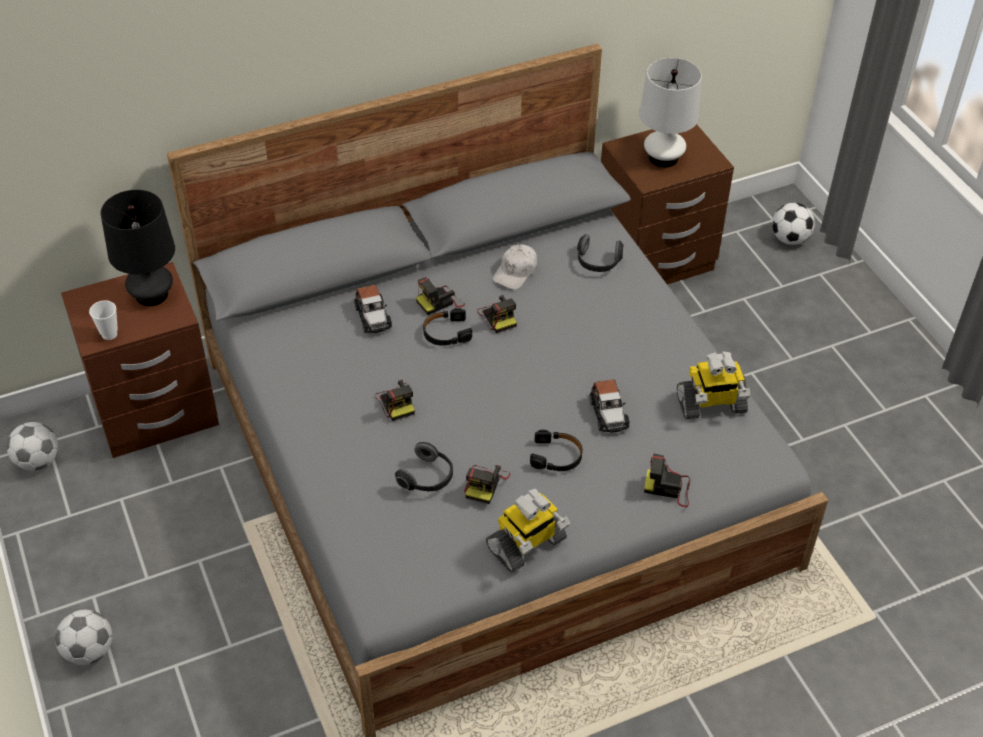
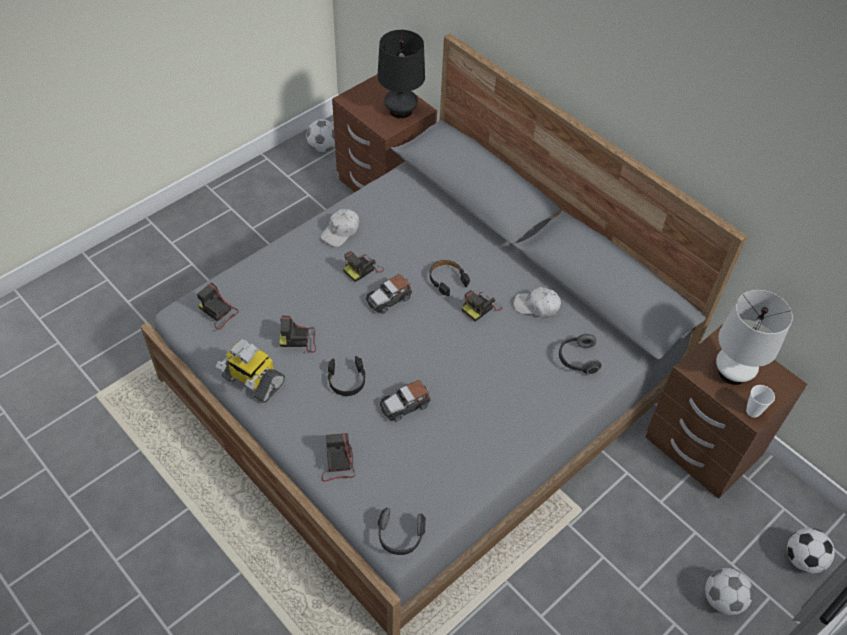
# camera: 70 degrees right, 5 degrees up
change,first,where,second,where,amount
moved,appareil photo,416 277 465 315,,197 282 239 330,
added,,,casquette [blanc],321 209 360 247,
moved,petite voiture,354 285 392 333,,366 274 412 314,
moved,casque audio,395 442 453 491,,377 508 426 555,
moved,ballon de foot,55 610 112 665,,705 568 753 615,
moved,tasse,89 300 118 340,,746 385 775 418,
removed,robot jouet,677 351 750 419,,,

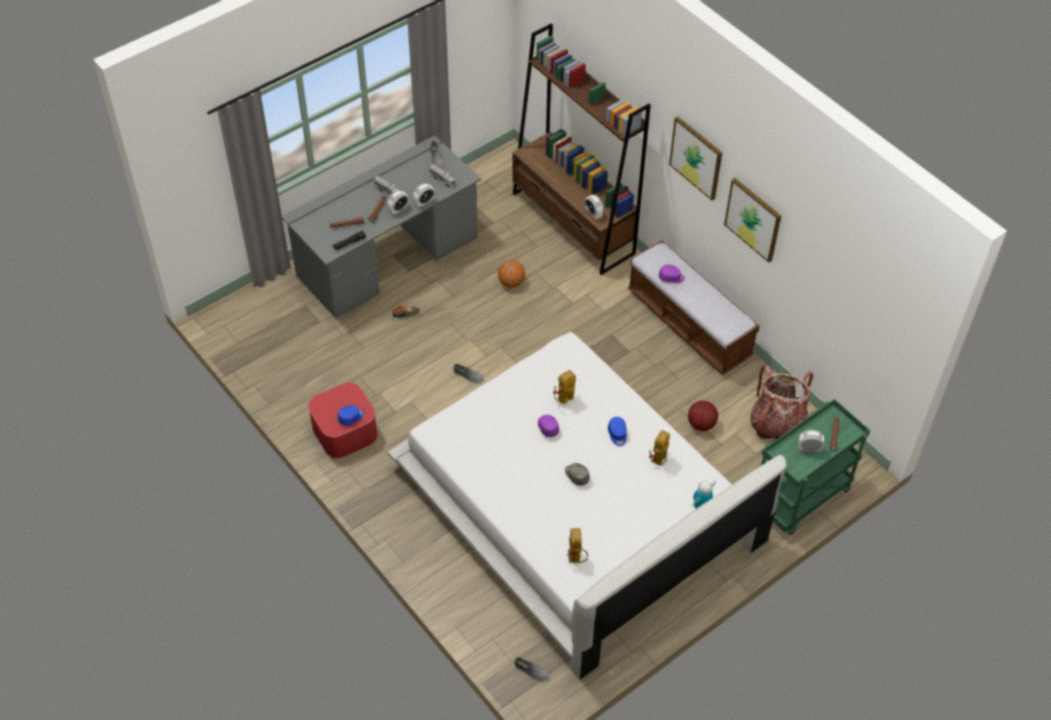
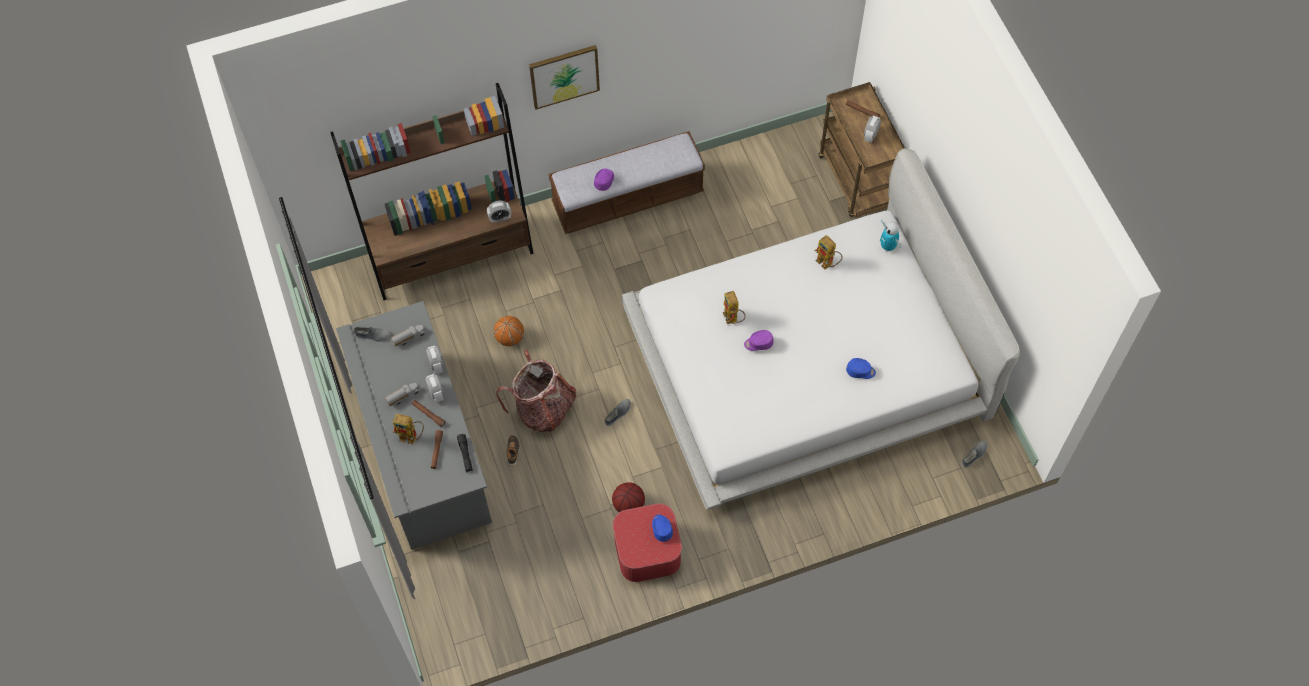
# camera: 70 degrees left, 10 degrees up
change,first,where,second,where,amount
moved,robot jouet,567 528 588 563,,393 414 424 444,
moved,sac à dos,750 366 813 439,,496 350 576 432,
moved,ballon de basket,688 401 718 431,,612 482 645 512,
recoloured,chariot [vert],761 399 870 535,chariot [marron],819 82 905 217,
moved,casquette [bleu],608 417 627 446,,846 358 876 379,
removed,casquette [gris],565 463 590 486,,,
removed,tableau,724 178 781 263,,,

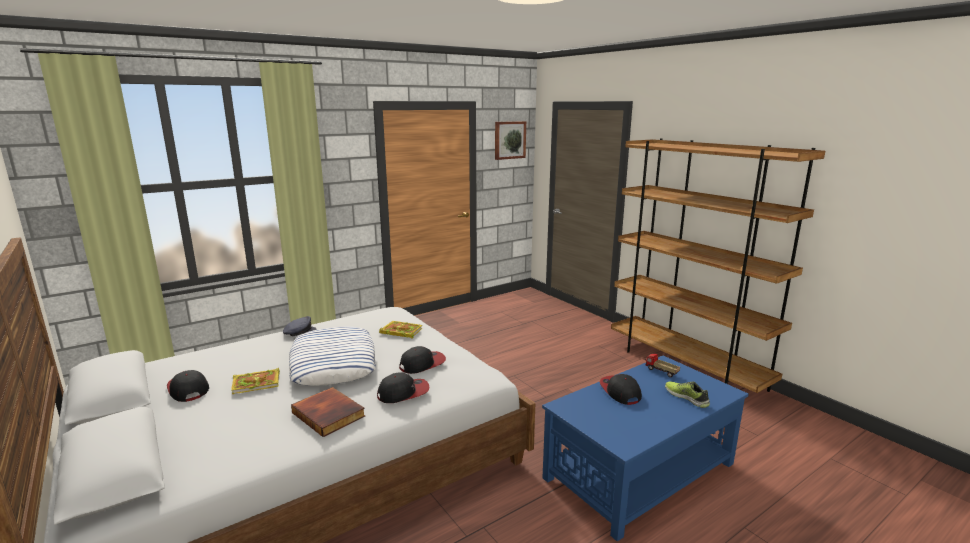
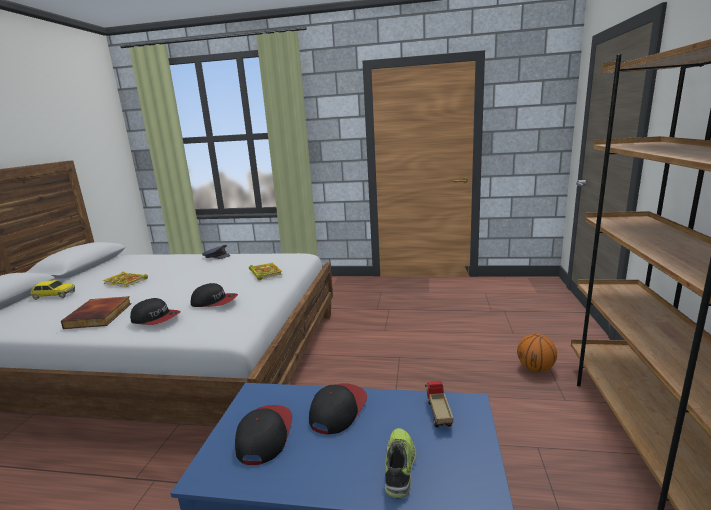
# camera: 45 degrees right, 0 degrees up
change,first,where,second,where,amount
added,,,petite voiture,30 280 75 300,
moved,casquette,167 370 209 402,,235 405 292 465,
added,,,ballon de basket,517 334 557 372,
removed,coussin,289 327 376 386,,,
removed,tableau,495 121 526 160,,,

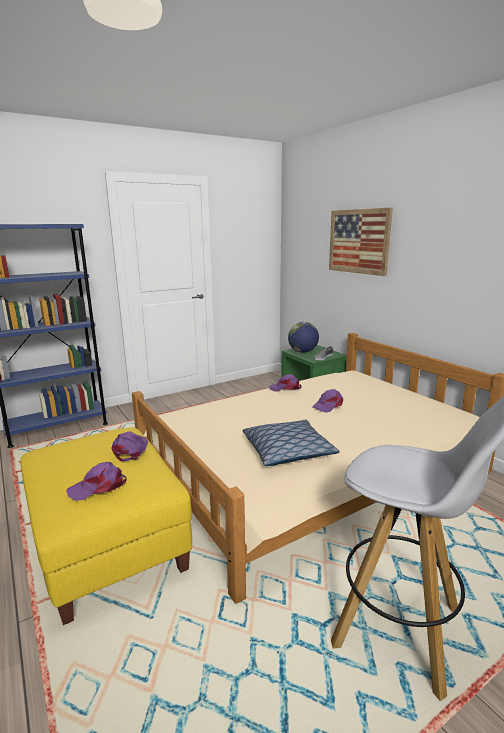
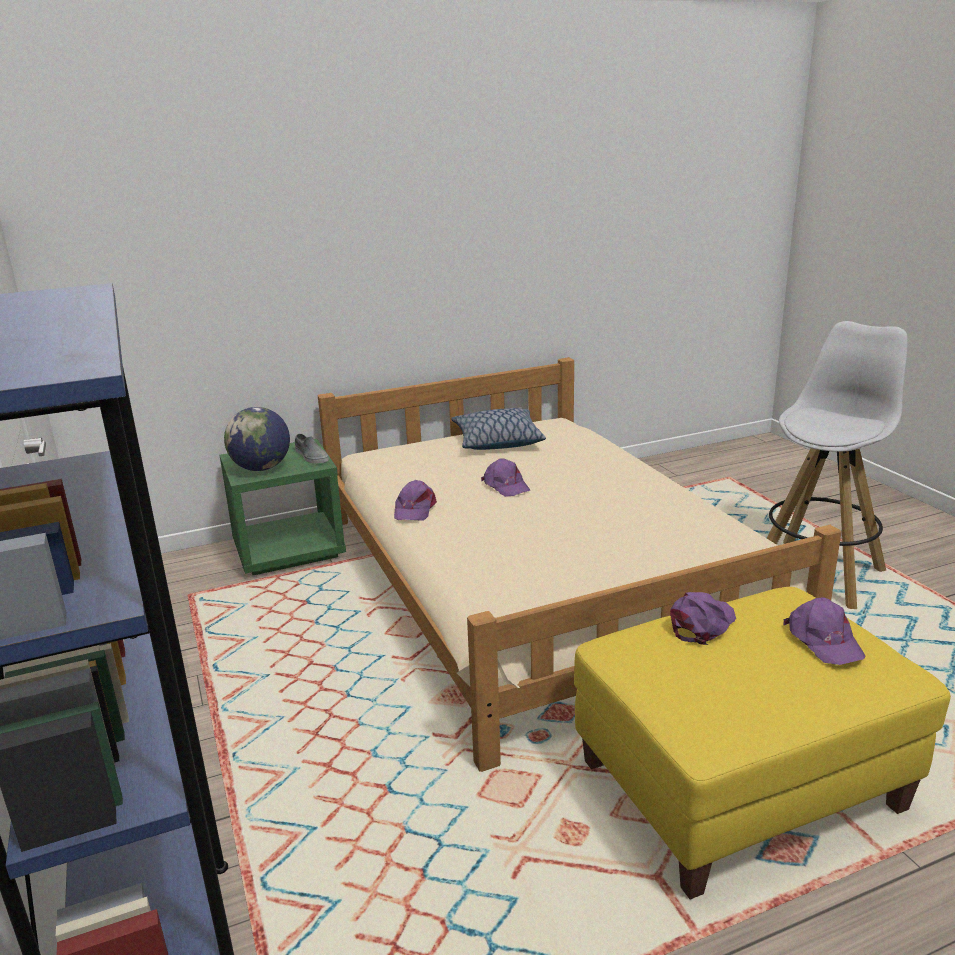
# camera: 80 degrees left, 5 degrees up
change,first,where,second,where,amount
moved,coussin,242 420 340 466,,451 408 546 450,
turned,casquette [violet],112 431 148 461,,670 592 736 645,120 degrees clockwise
removed,tableau,329 208 393 276,,,

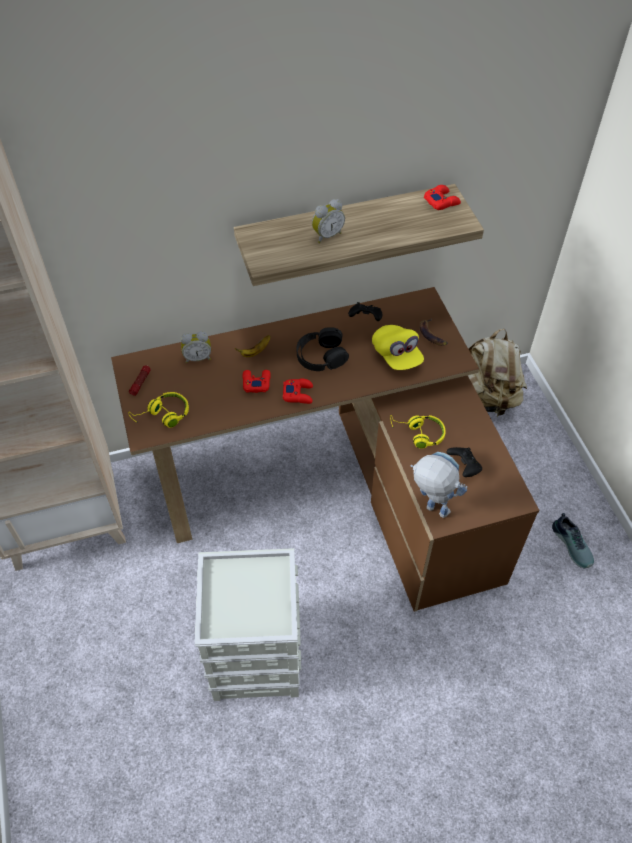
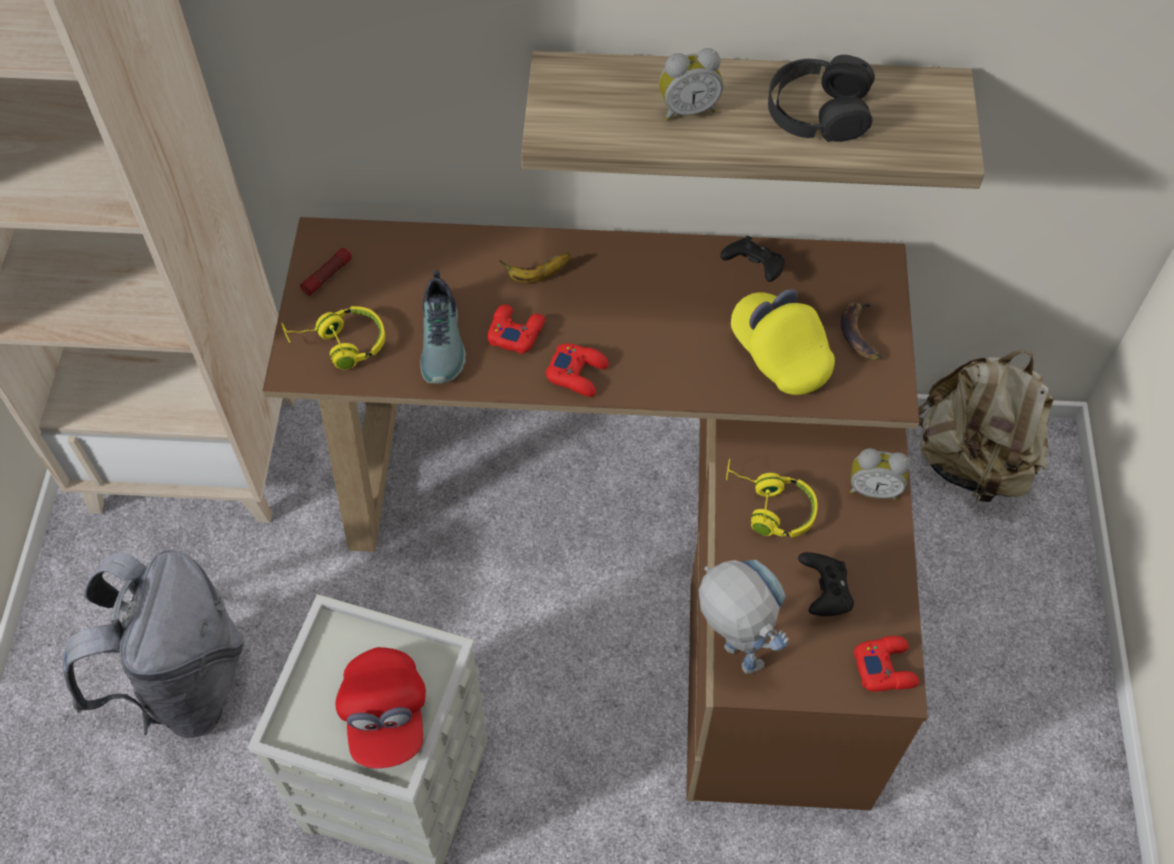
# camera: 20 degrees right, 5 degrees up
change,first,where,second,where,amount
added,,,sac à dos [gris],63 550 244 738,
added,,,casquette [rouge],336 647 426 769,
moved,chaussure,552 513 594 568,,420 270 466 384,
turned,casquette [jaune],372 325 424 370,,731 289 835 395,150 degrees clockwise
moved,casque audio [noir],296 327 349 371,,768 55 875 142,
moved,réveil,181 331 211 363,,850 448 910 500,
moved,manette [rouge],424 185 461 210,,853 636 919 692,

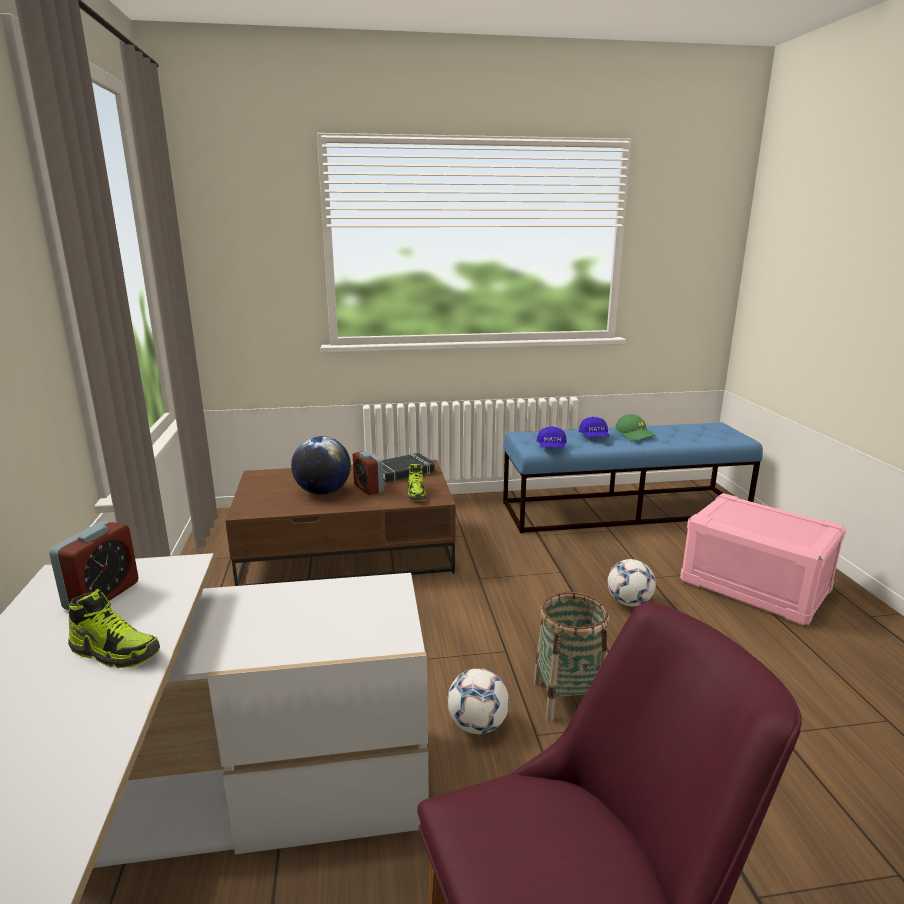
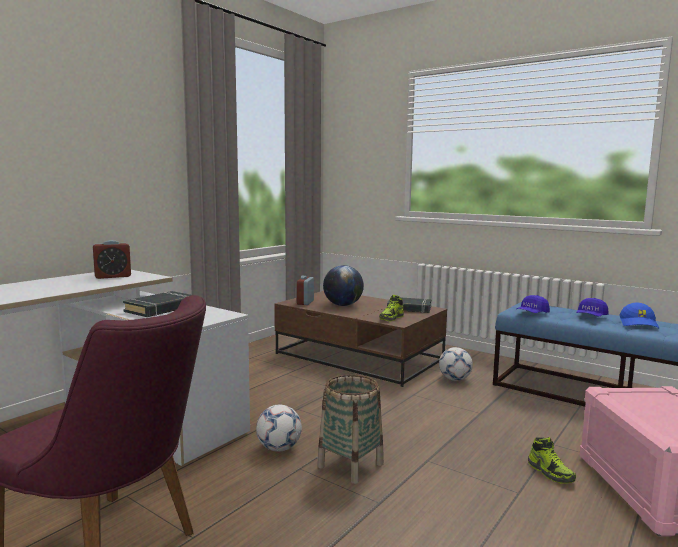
# camera: 45 degrees right, 10 degrees down
change,first,where,second,where,amount
added,,,livre [noir],123 291 191 317,
moved,réveil,353 450 384 495,,297 276 314 305,
moved,ballon de foot,608 559 656 607,,439 347 473 381,
moved,chaussure,68 589 160 668,,528 437 576 484,
recoloured,casquette [vert],615 414 656 441,casquette [bleu],620 303 660 329,

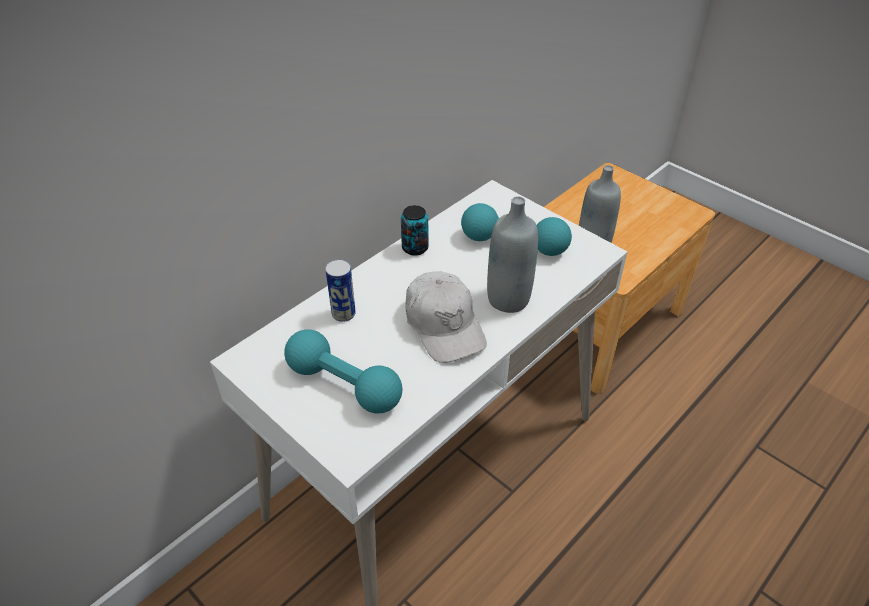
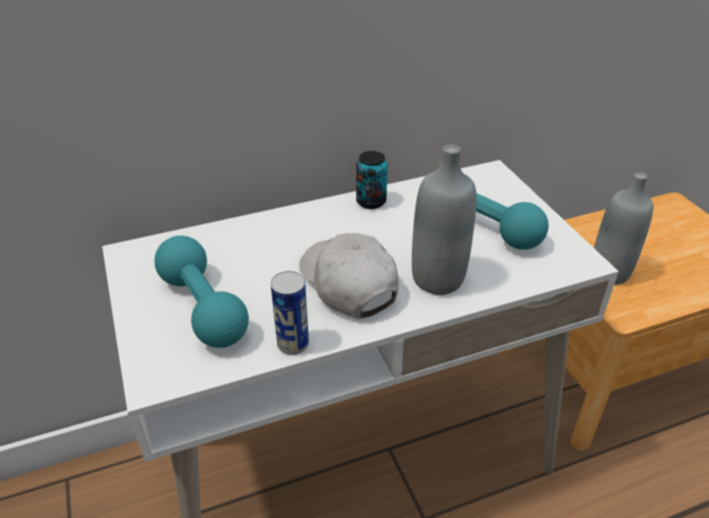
# camera: 25 degrees right, 5 degrees down
change,first,where,second,where,amount
moved,boîte métallique,325 259 356 322,,271 271 309 355,
turned,casquette [blanc],405 271 487 363,,299 233 399 319,150 degrees clockwise

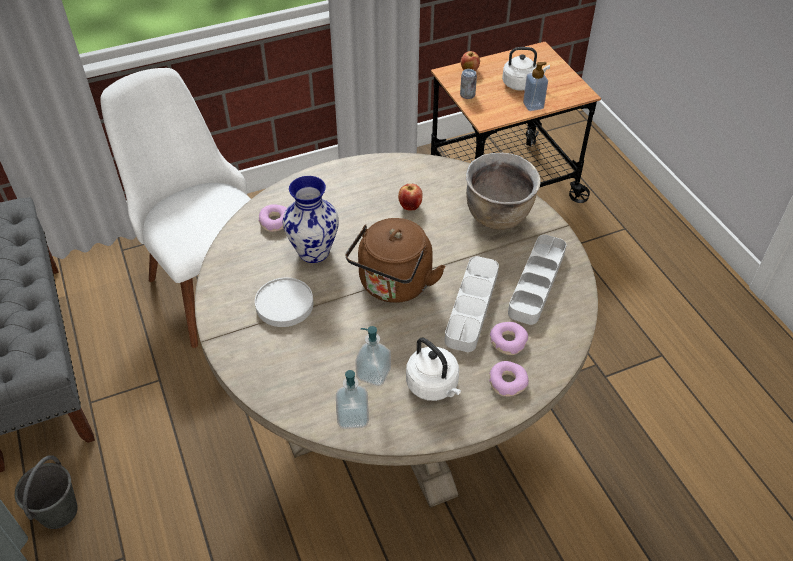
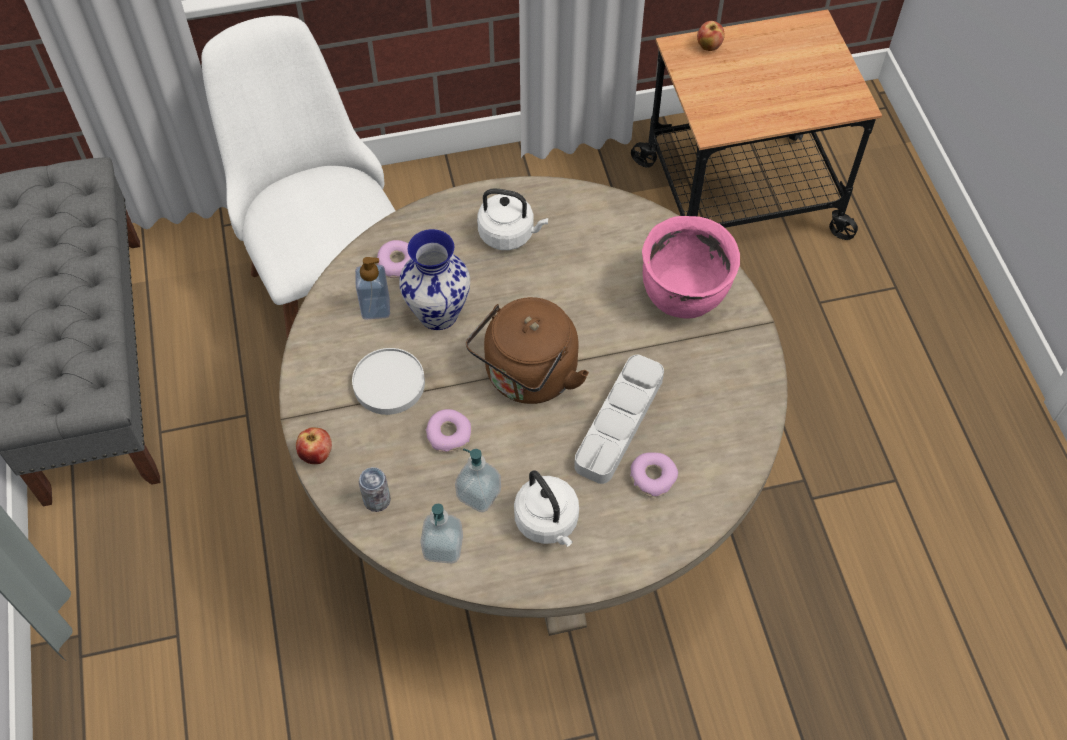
# camera: 10 degrees right, 10 degrees up
change,first,where,second,where,amount
moved,pomme,398 184 423 210,,296 427 332 464,
moved,distributeur de savon,523 62 548 111,,355 257 390 320,
moved,boîte métallique,460 69 477 99,,359 467 391 512,
moved,beignet,489 361 529 397,,425 409 471 452,
moved,bouilloire [blanc],502 47 550 91,,477 189 548 250,
recoloured,marmite [marron],466 153 541 230,marmite [rose],642 216 740 318,
removed,seau [gris],15 455 78 529,,,
removed,plateau [gris],508 235 566 325,,,

